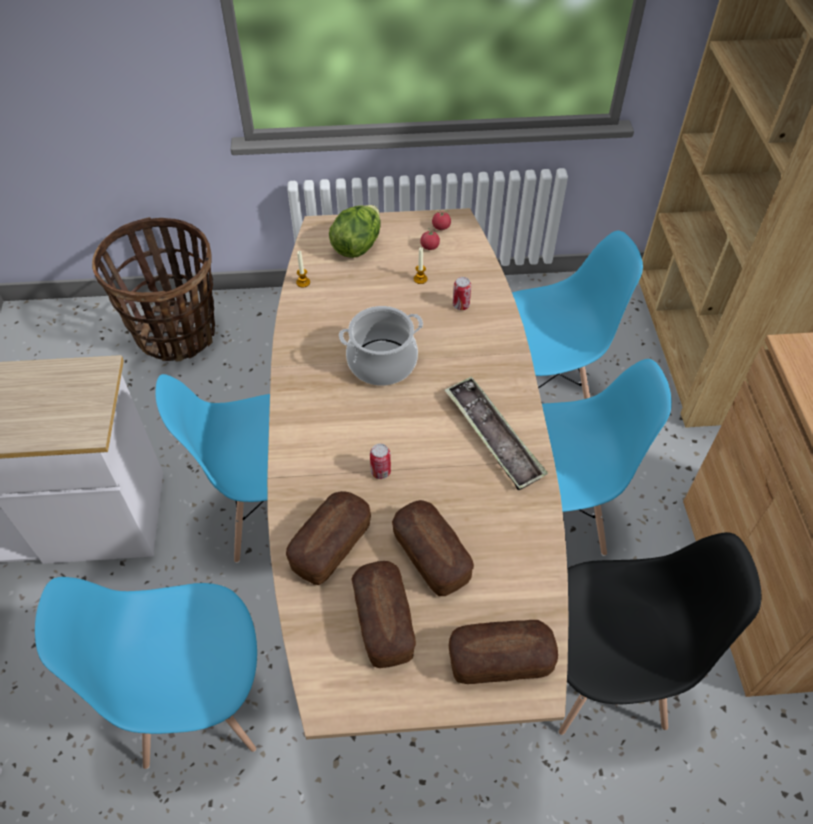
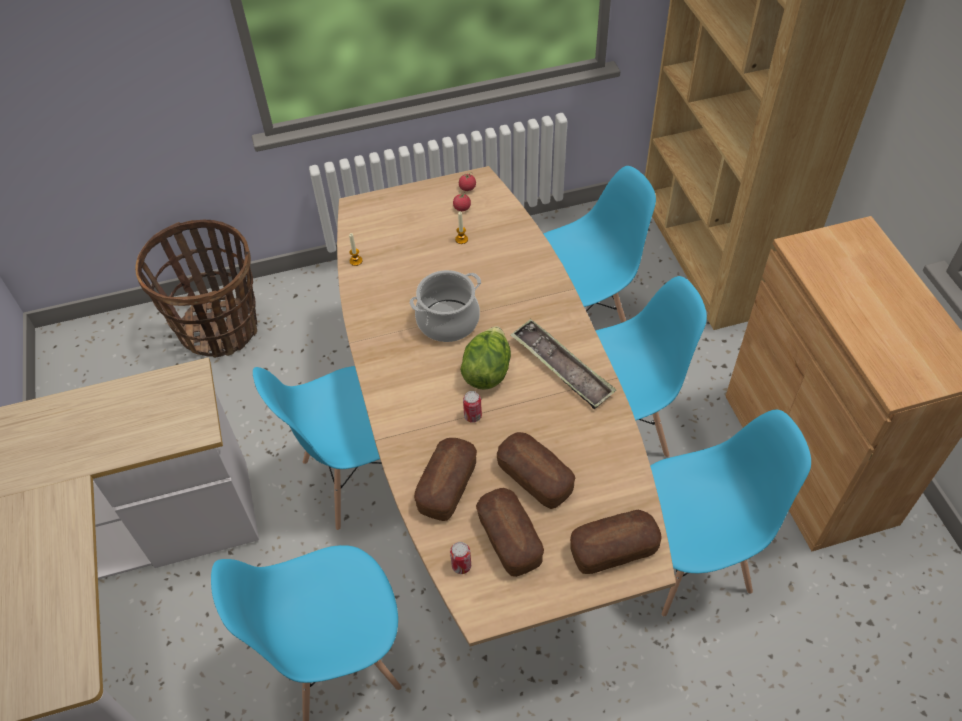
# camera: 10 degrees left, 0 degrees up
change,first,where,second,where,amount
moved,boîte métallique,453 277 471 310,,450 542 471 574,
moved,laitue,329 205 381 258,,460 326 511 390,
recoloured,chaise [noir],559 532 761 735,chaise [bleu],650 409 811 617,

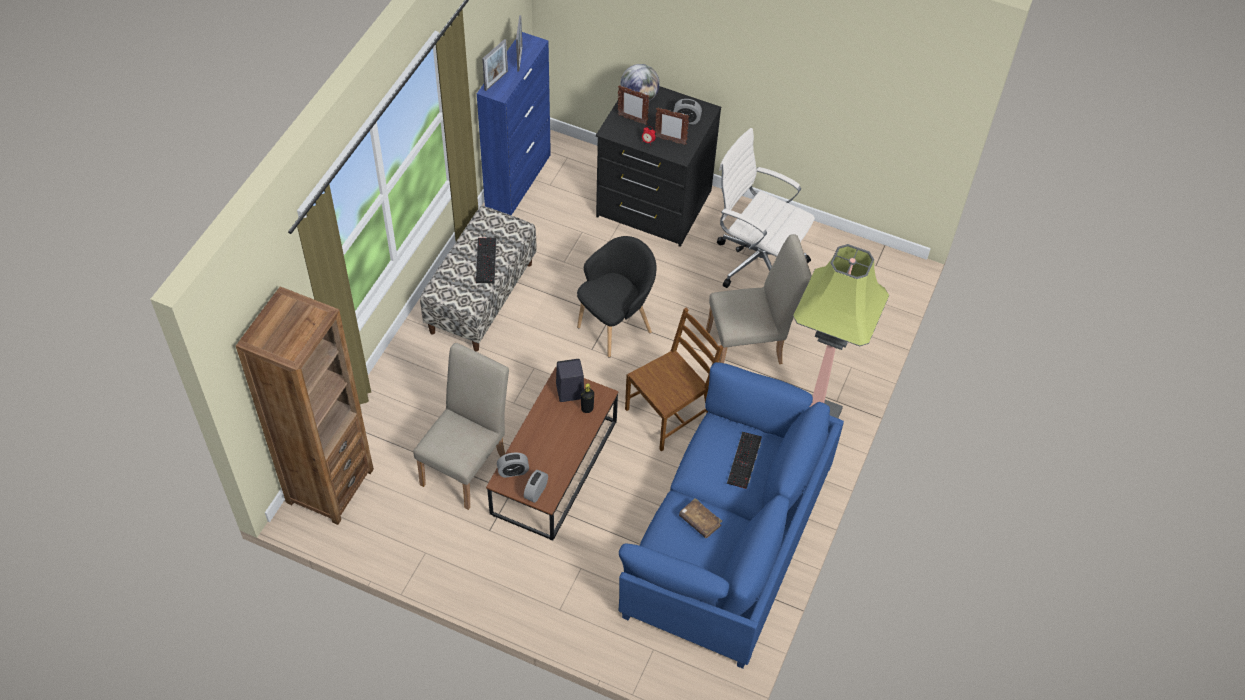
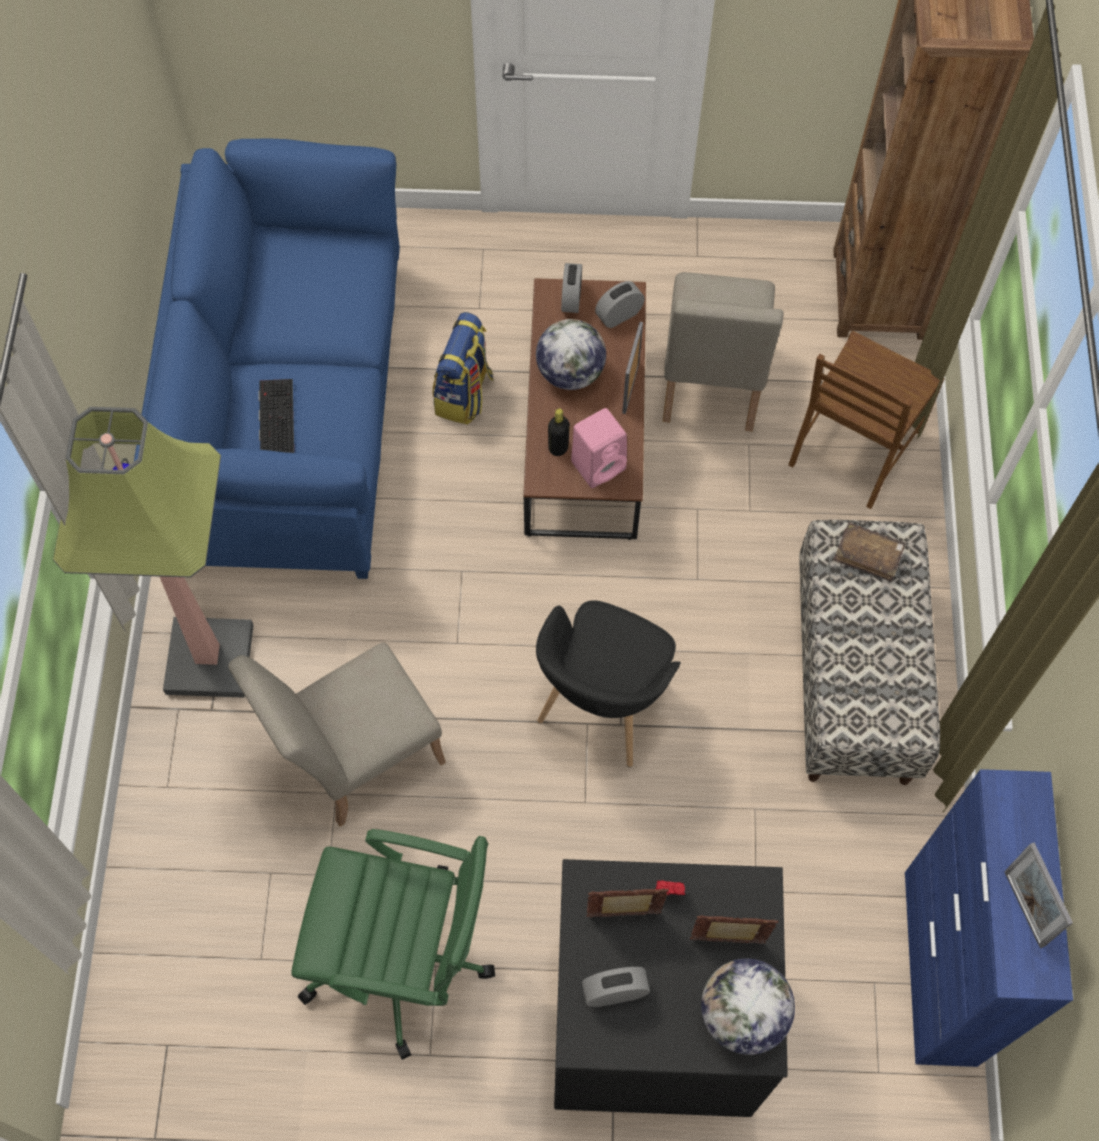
# camera: 160 degrees right, 10 degrees up
change,first,where,second,where,amount
recoloured,chaise de bureau [blanc],717 128 815 288,chaise de bureau [vert],291 829 495 1060,
added,,,sac à dos,433 312 494 425,
added,,,globe,536 319 606 390,
recoloured,enceinte [noir],556 359 584 402,enceinte [rose],571 408 627 488,
moved,cadre photo,482 39 508 91,,622 322 643 414,
moved,chaise [marron],625 307 723 451,,788 331 945 509,
moved,livre [marron],679 498 722 538,,834 522 905 581,
removed,clavier,475 238 496 283,,,

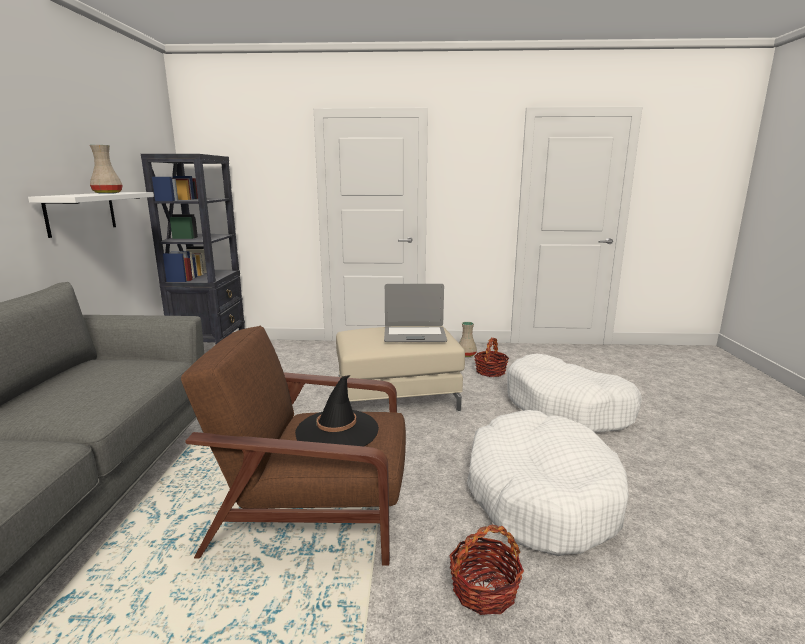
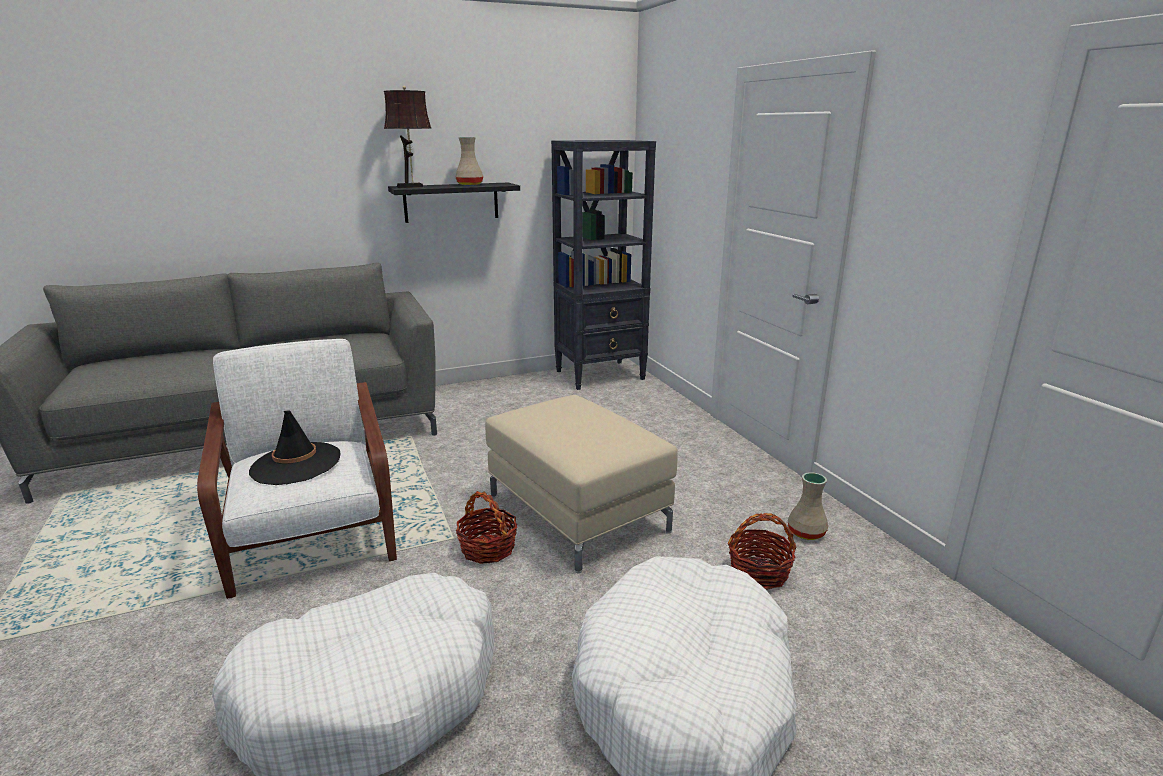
# camera: 65 degrees right, 5 degrees up
change,first,where,second,where,amount
recoloured,fauteuil [marron],181 326 406 566,fauteuil [blanc],197 339 397 599,
added,,,lampe de table [marron],384 86 432 188,
recoloured,étagère [blanc],28 192 154 238,étagère [noir],388 183 520 223,
moved,panier,449 524 524 615,,456 491 517 564,
removed,ordinateur portable,384 284 447 342,,,

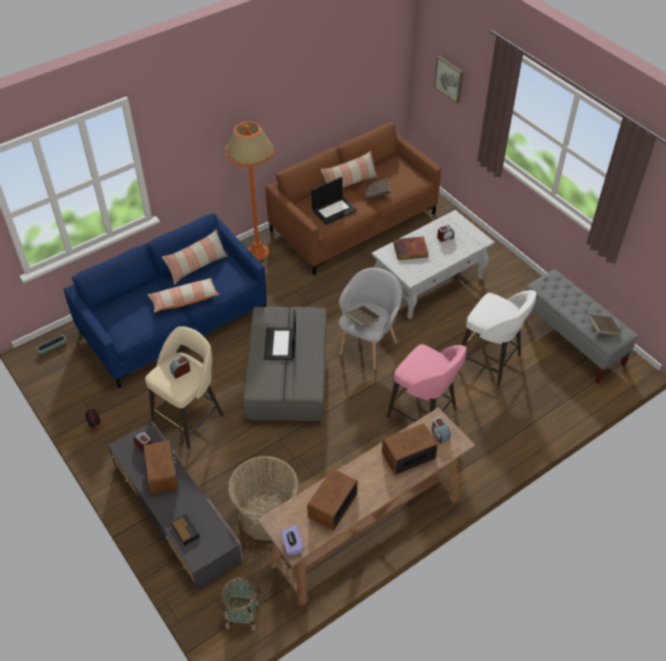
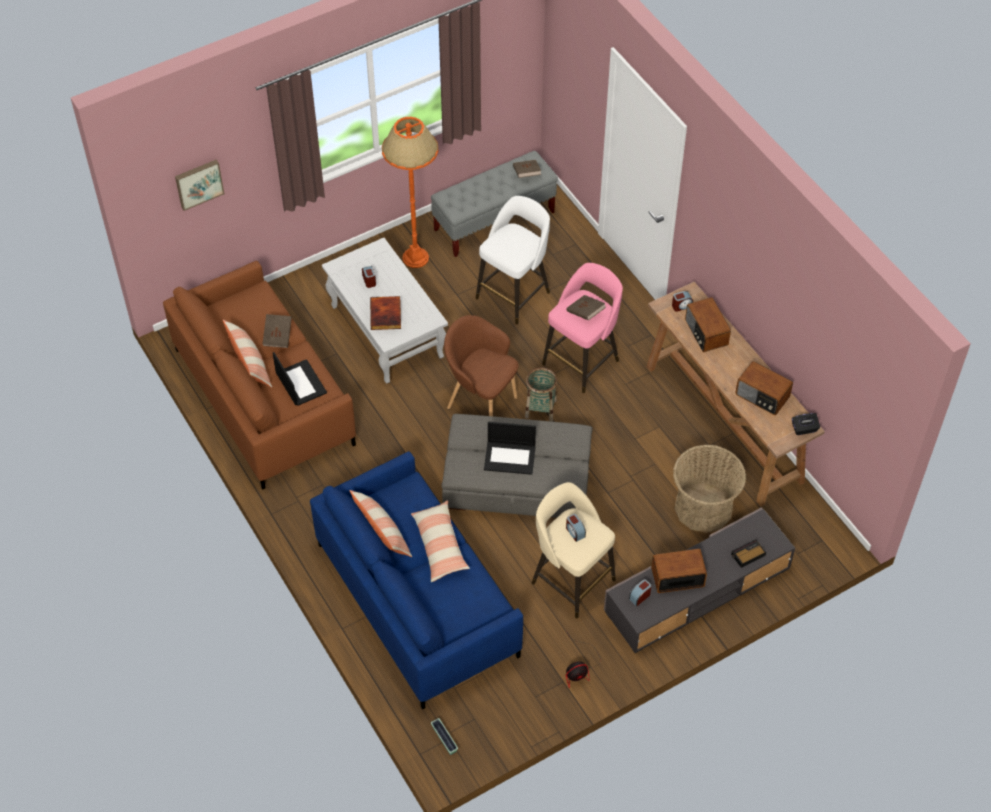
# camera: 85 degrees left, 5 degrees up
change,first,where,second,where,amount
moved,lampadaire [orange],225 122 274 260,,382 117 438 268,
recoloured,fauteuil [gris],339 267 402 370,fauteuil [marron],444 315 519 416,
moved,panier,222 577 259 631,,525 367 557 422,
moved,livre [marron],346 306 380 327,,567 295 606 320,
recoloured,boîte à mouchoirs [violet],281 525 304 556,boîte à mouchoirs [noir],792 413 820 435,

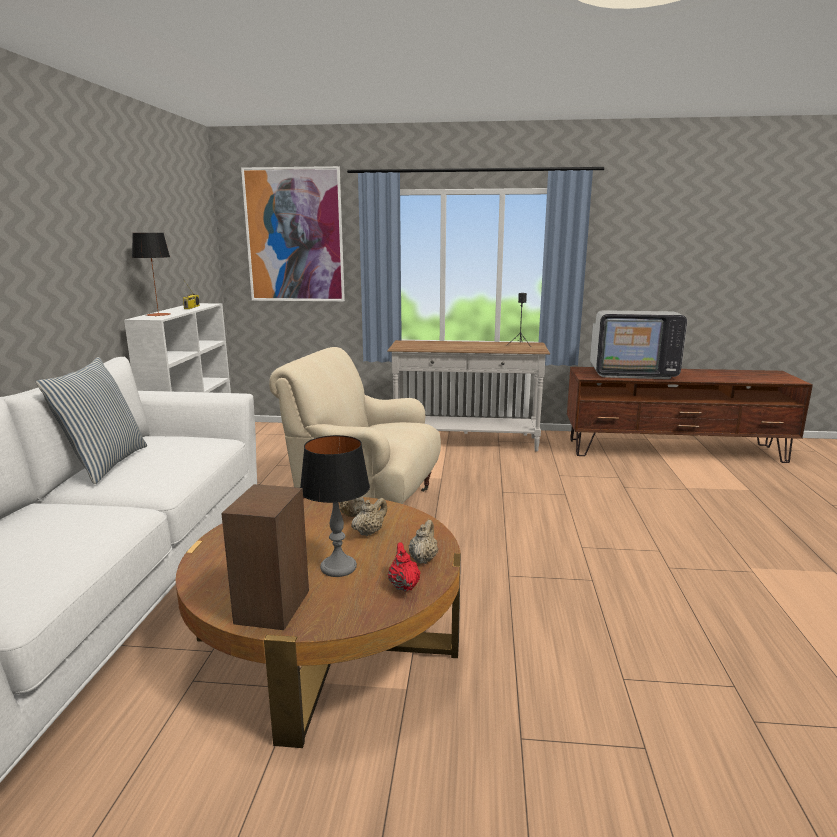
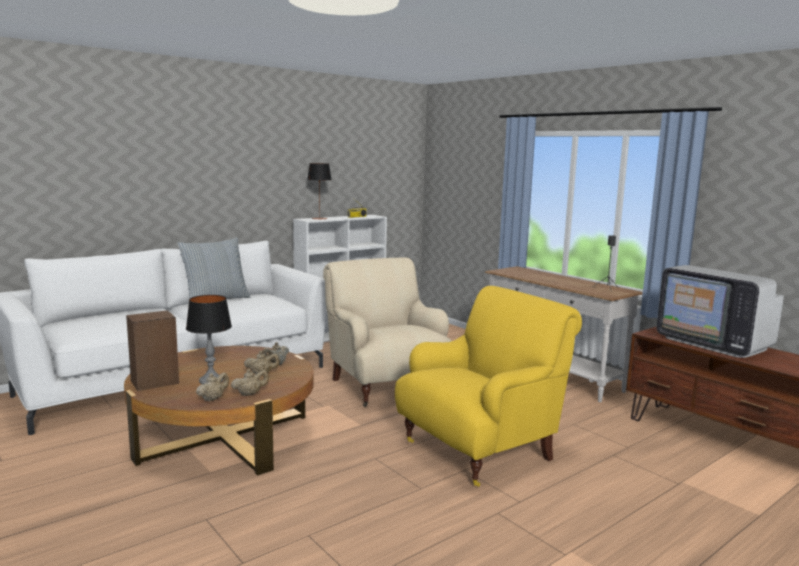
# camera: 45 degrees right, 5 degrees down
change,first,where,second,where,amount
recoloured,théière [rouge],388 542 421 592,théière [beige],196 373 229 402,
added,,,fauteuil [jaune],395 286 582 487,
removed,tableau,241 166 345 301,,,

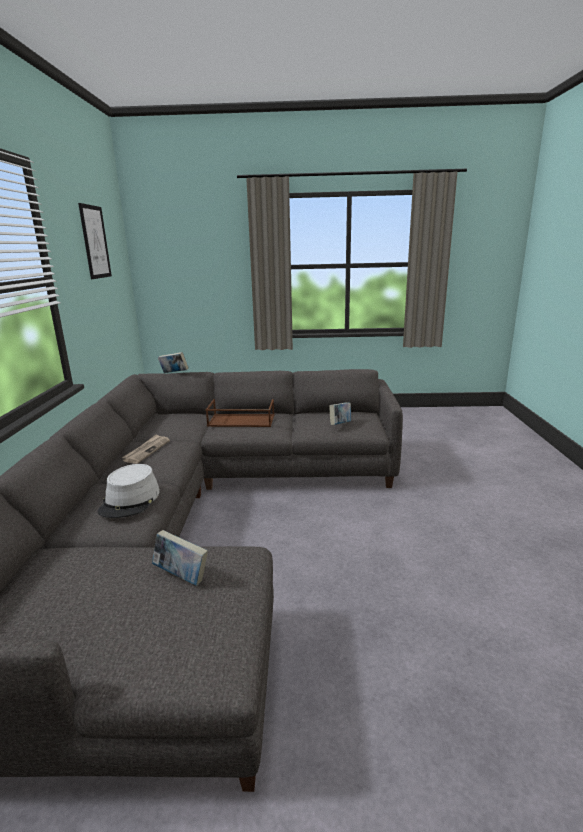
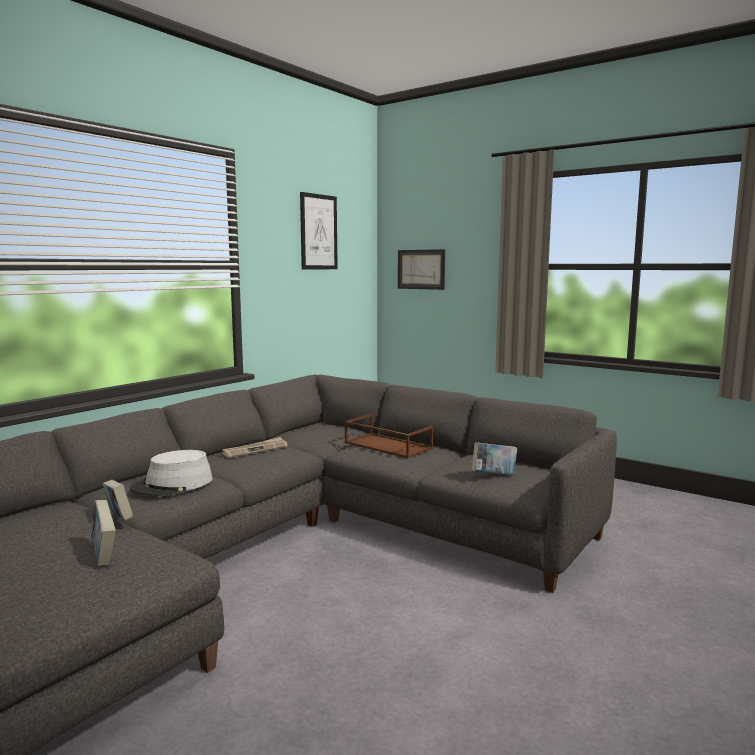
# camera: 35 degrees right, 10 degrees down
change,first,where,second,where,amount
moved,livre,158 352 189 373,,102 480 133 520,
added,,,tableau,398 249 445 290,

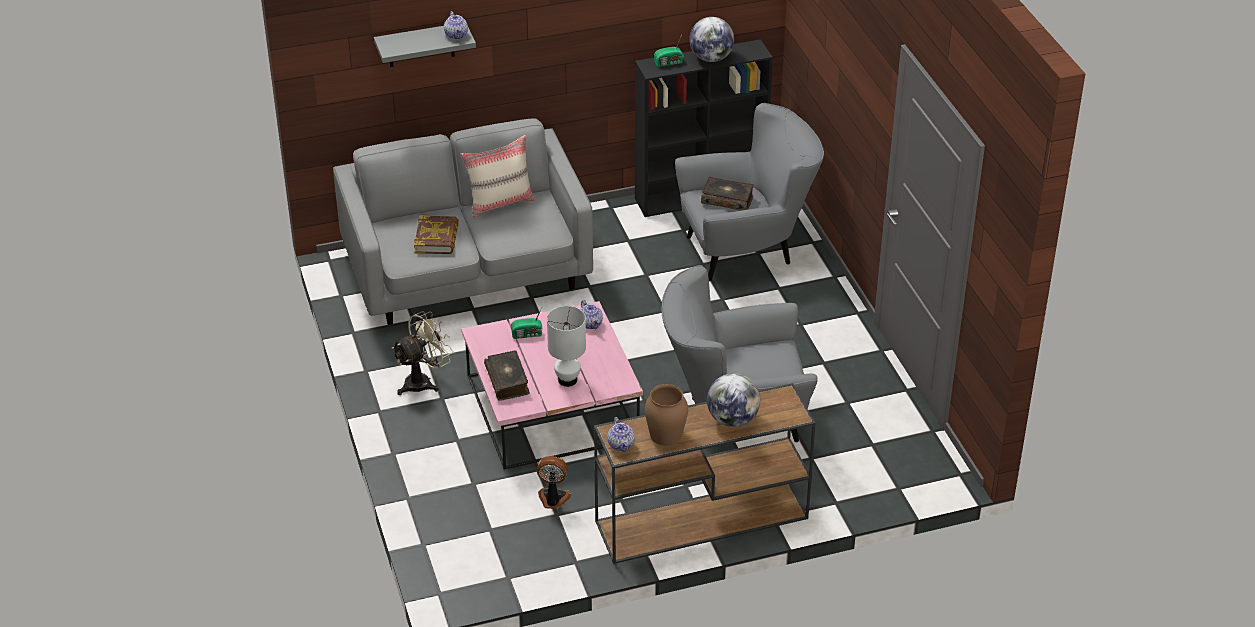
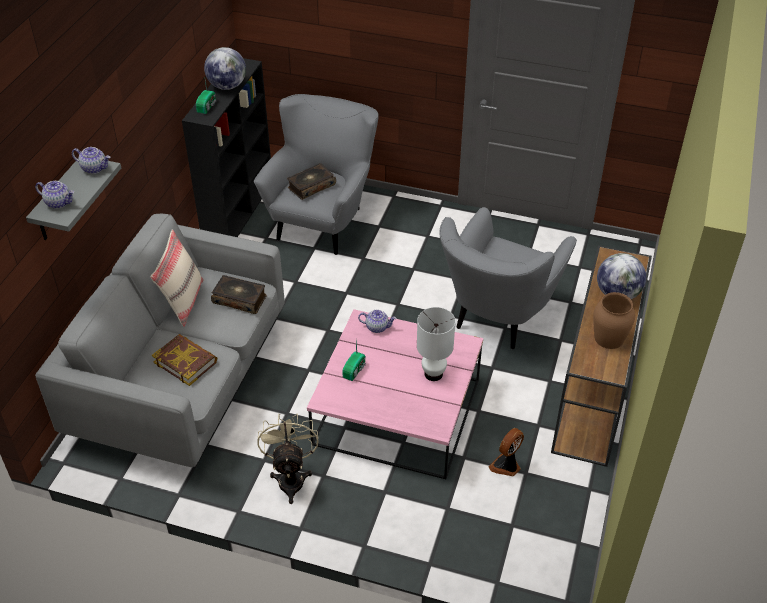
# camera: 55 degrees left, 5 degrees up
change,first,where,second,where,amount
moved,théière,607 417 635 452,,35 181 74 209,
moved,livre,484 350 530 401,,211 275 267 314,

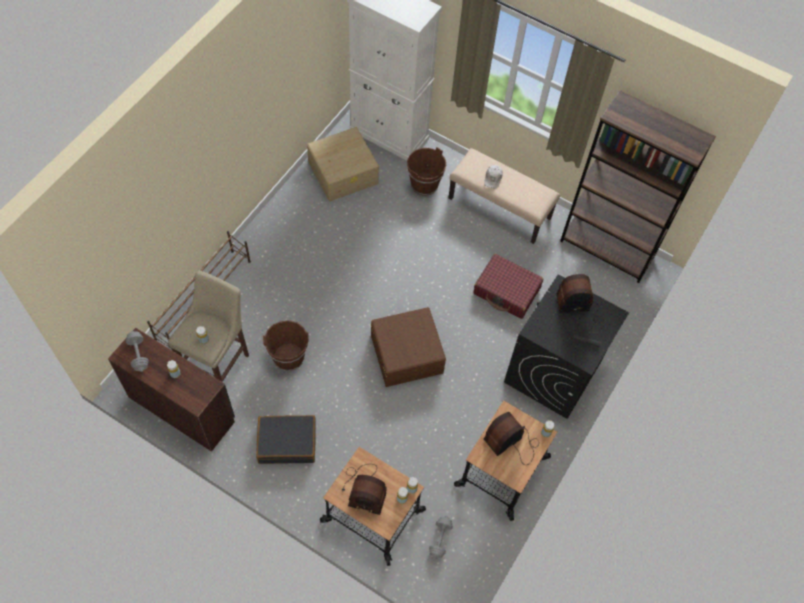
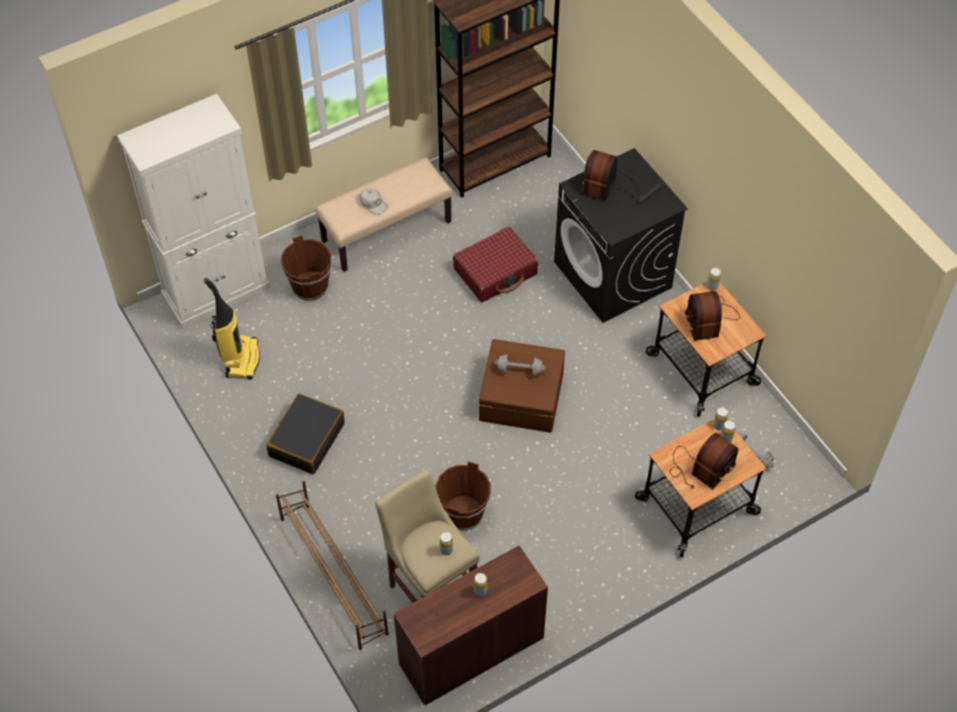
# camera: 60 degrees left, 5 degrees down
change,first,where,second,where,amount
replaced,boîte de rangement [beige],307 127 379 201,aspirateur,204 278 260 380,
moved,valise [noir],256 415 316 464,,267 393 345 474,
moved,haltère [gris],126 331 149 372,,494 354 546 377,

